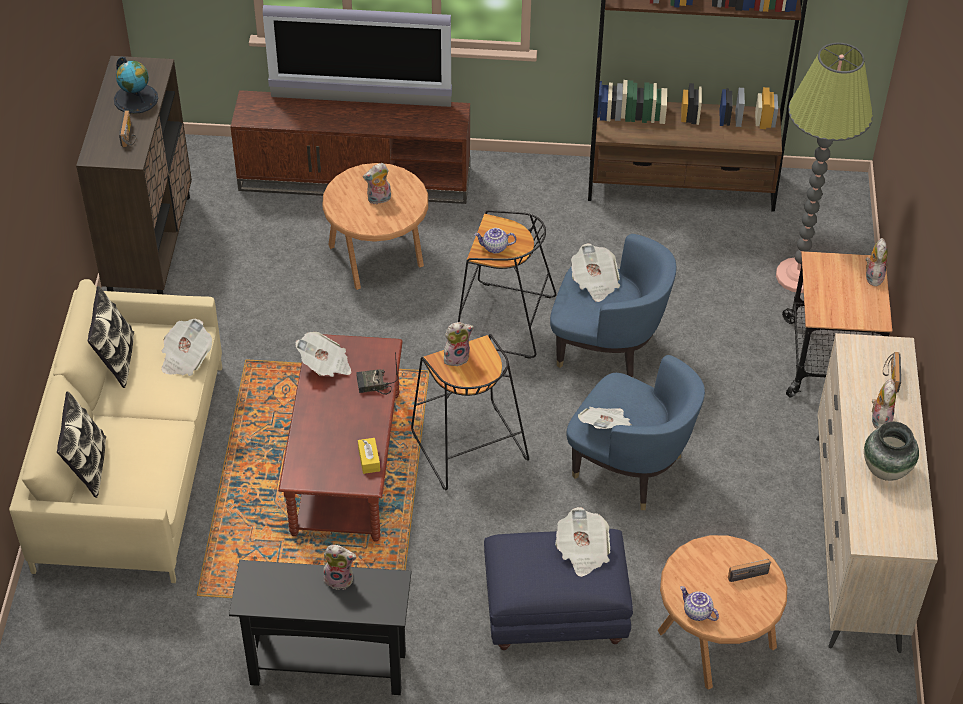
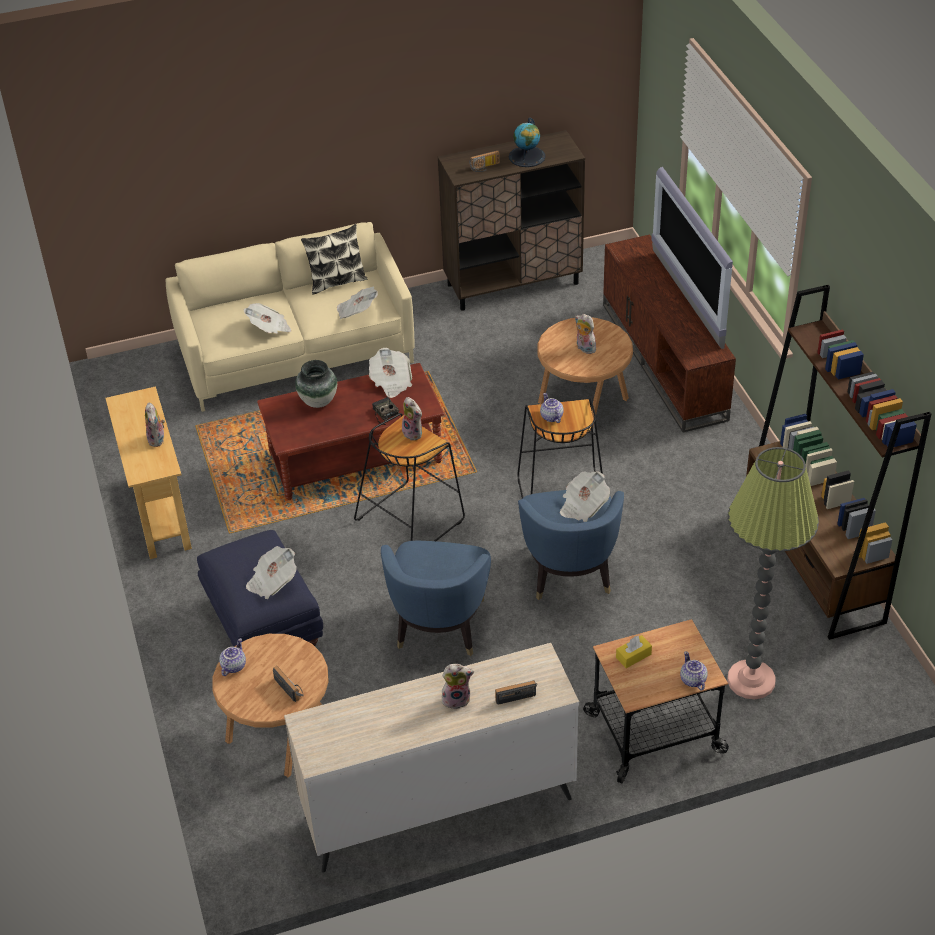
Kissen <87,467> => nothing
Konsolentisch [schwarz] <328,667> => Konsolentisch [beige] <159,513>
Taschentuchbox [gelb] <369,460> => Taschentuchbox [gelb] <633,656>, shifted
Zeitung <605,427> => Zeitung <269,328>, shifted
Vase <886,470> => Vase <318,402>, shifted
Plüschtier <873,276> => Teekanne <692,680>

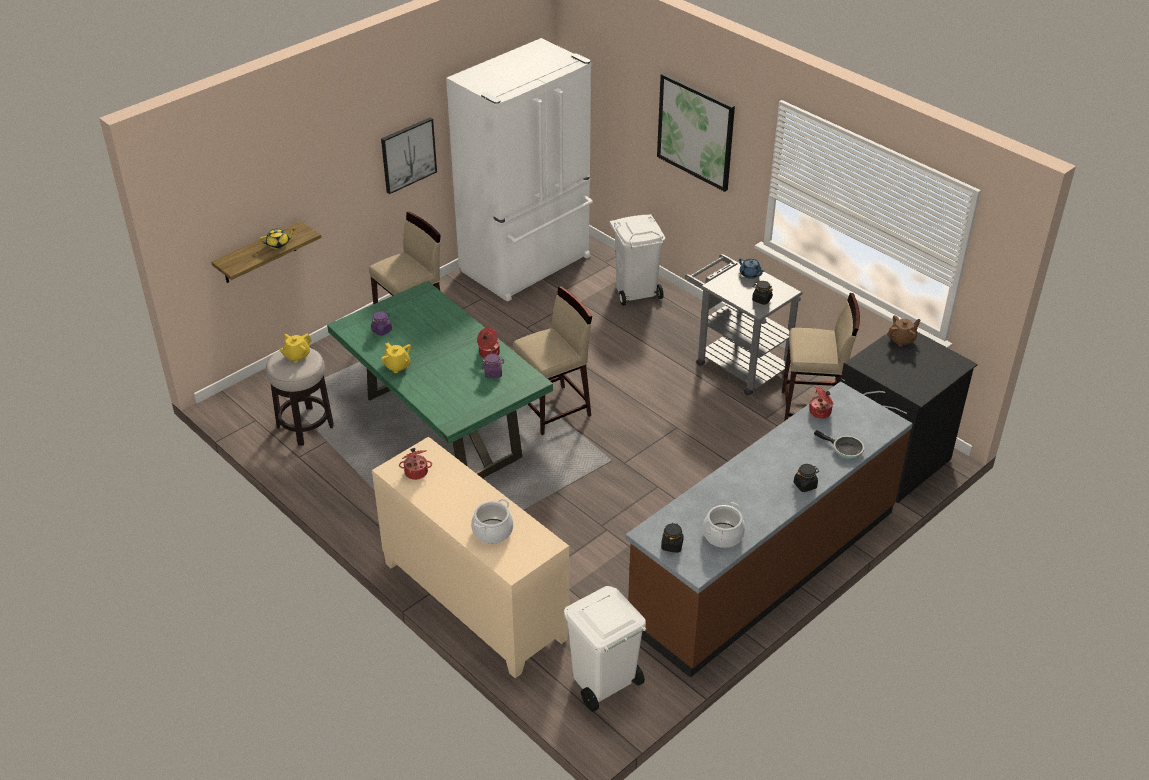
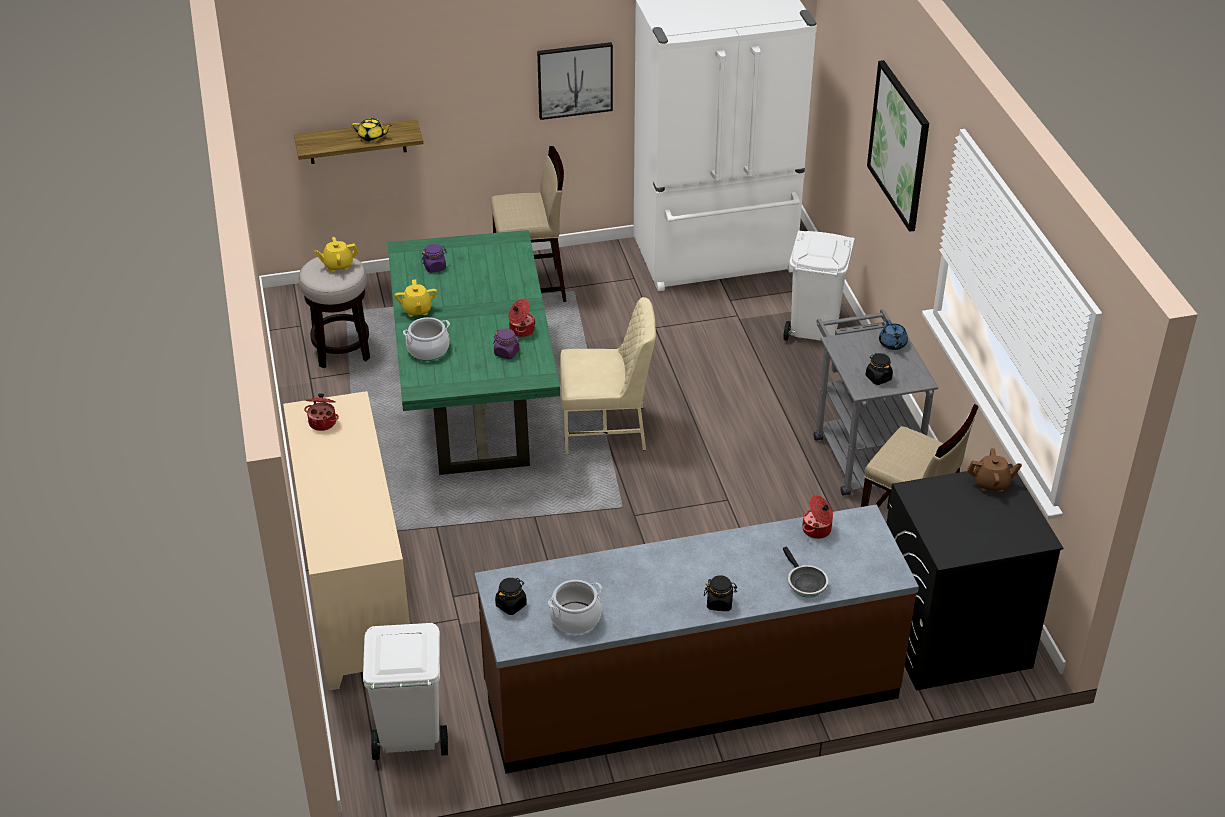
Kochtopf <492,531> => Kochtopf <428,349>, shifted
Hocker [beige] <554,410> => Stuhl [beige] <606,429>

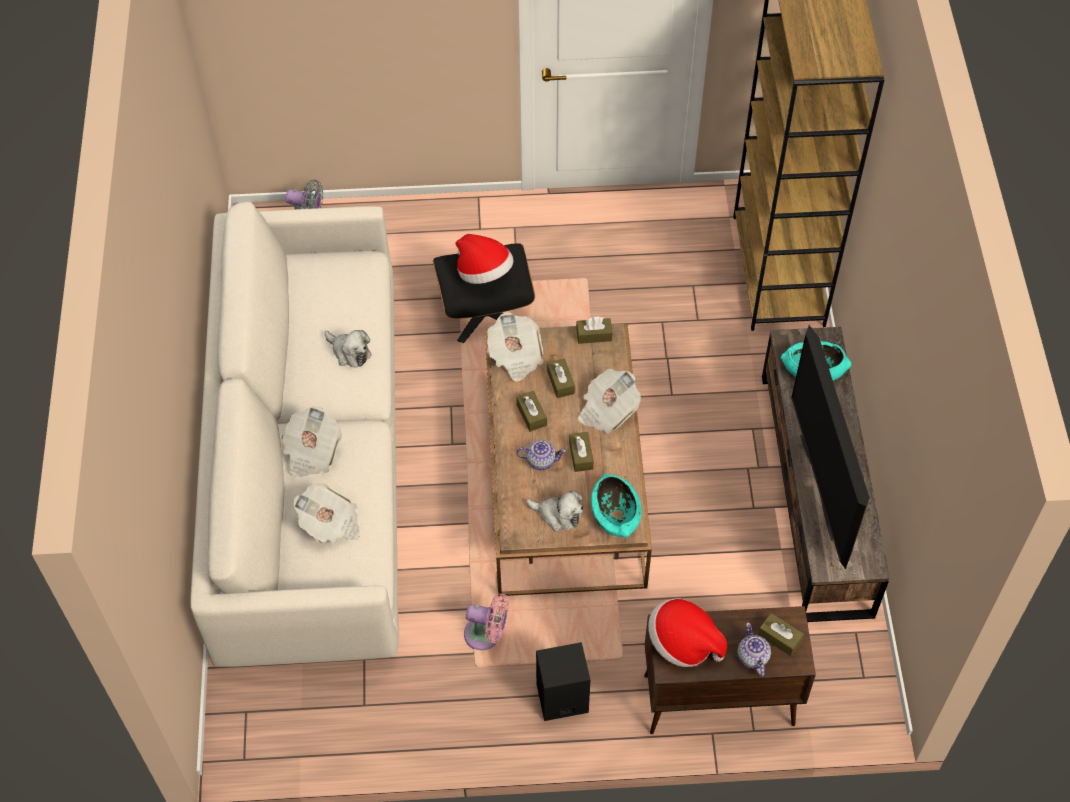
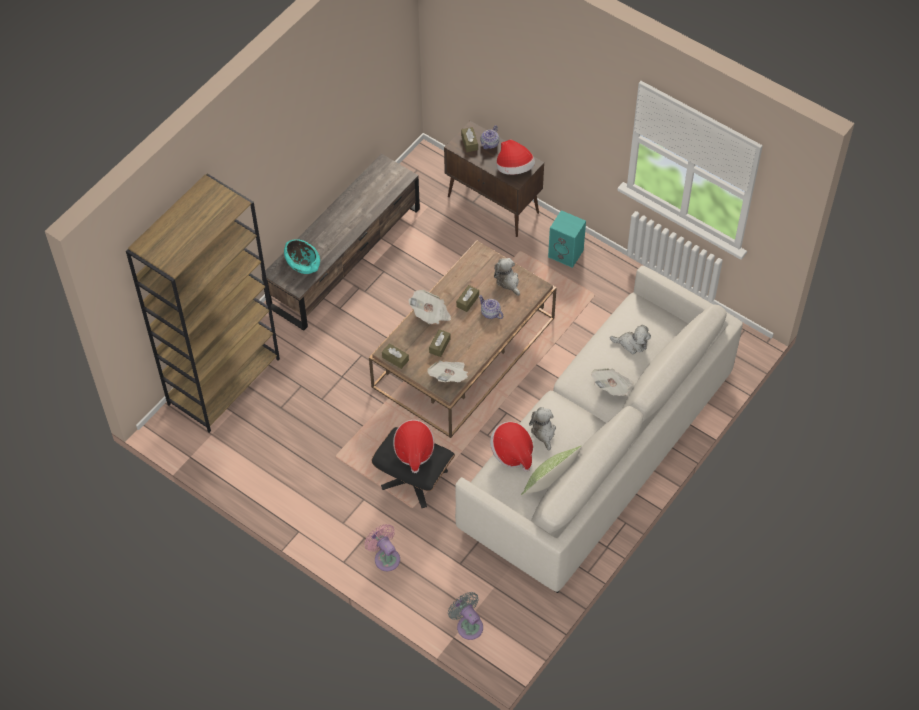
Zeitung <330,524> => Plüschtier <632,343>
Ventilator [rosa] <486,635> => Ventilator [rosa] <385,557>, shifted
Taschentuchbox [braun] <531,415> => nothing
Lautsprecher [schwarz] <561,699> => Lautsprecher [türkis] <566,253>
Schüssel [türkis] <616,514> => nothing
Fernseher <818,486> => nothing
nothing => Hut <512,452>
nothing => Kissen <549,483>

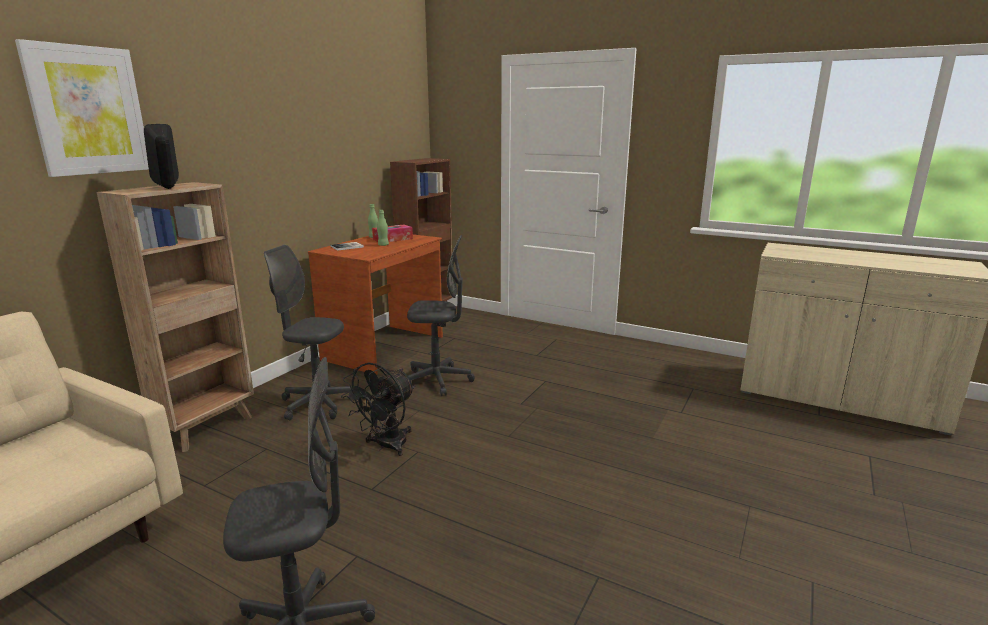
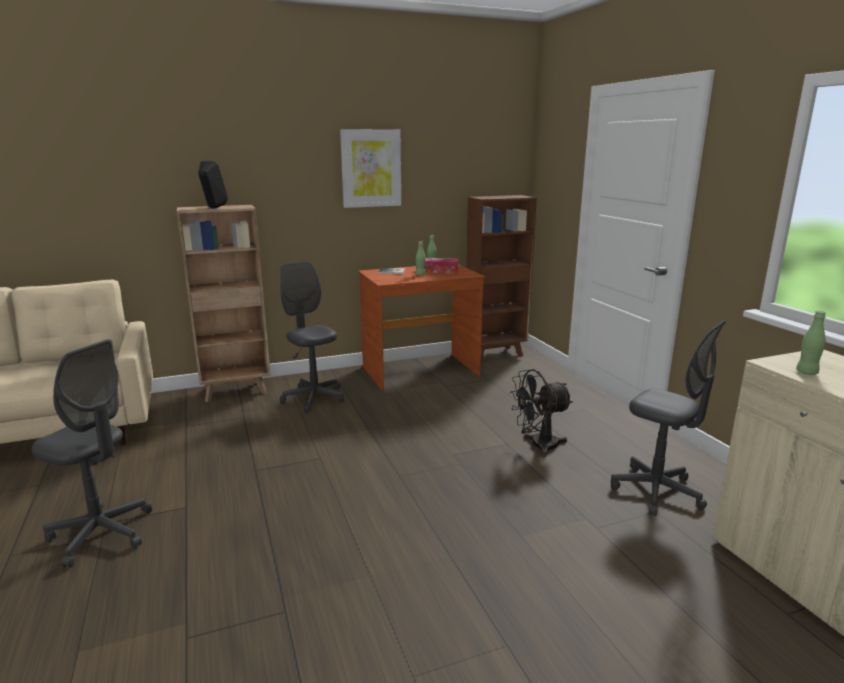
Bild <88,111> => Bild <371,168>, shifted
Ventilator [schwarz] <386,446> => Ventilator [schwarz] <537,446>, shifted
Bürostuhl [grau] <438,380> => Bürostuhl [grau] <656,492>, shifted
nothing => Flasche [grün] <806,372>

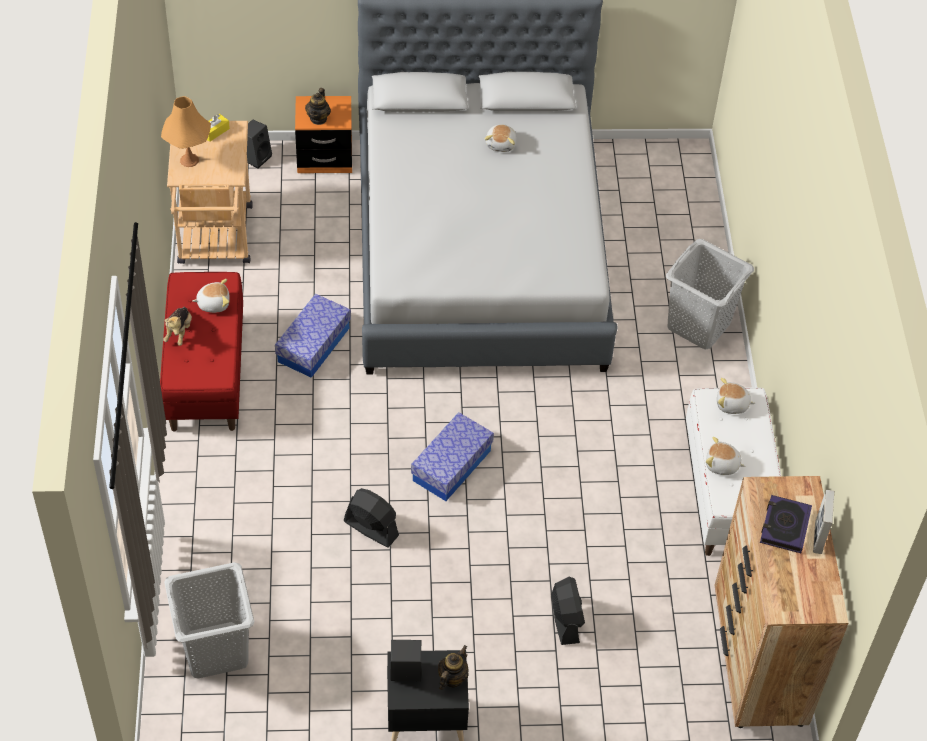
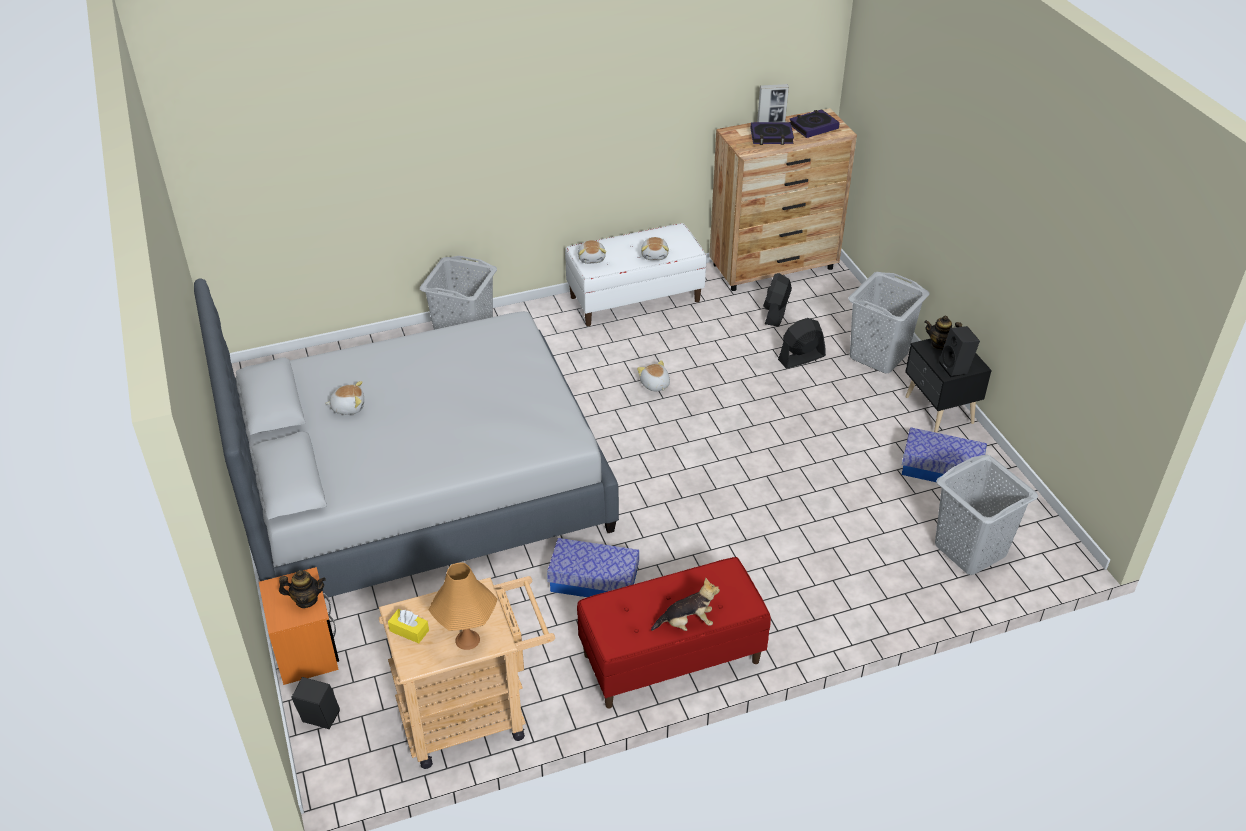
Plüschtier <213,303> => Plüschtier <654,385>, shifted
Ventilator [schwarz] <371,528> => Ventilator [schwarz] <775,313>, shifted
Aufbewahrungsbox <451,466> => Aufbewahrungsbox <940,469>, shifted
nothing => Buch <813,127>
nothing => Wäschekorb [grau] <879,355>

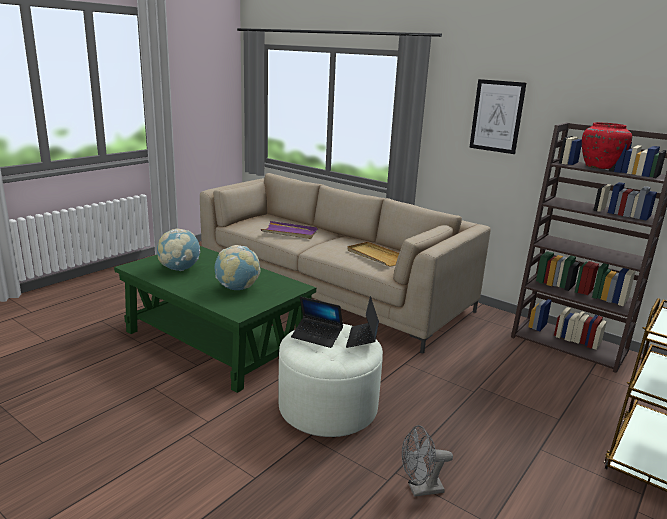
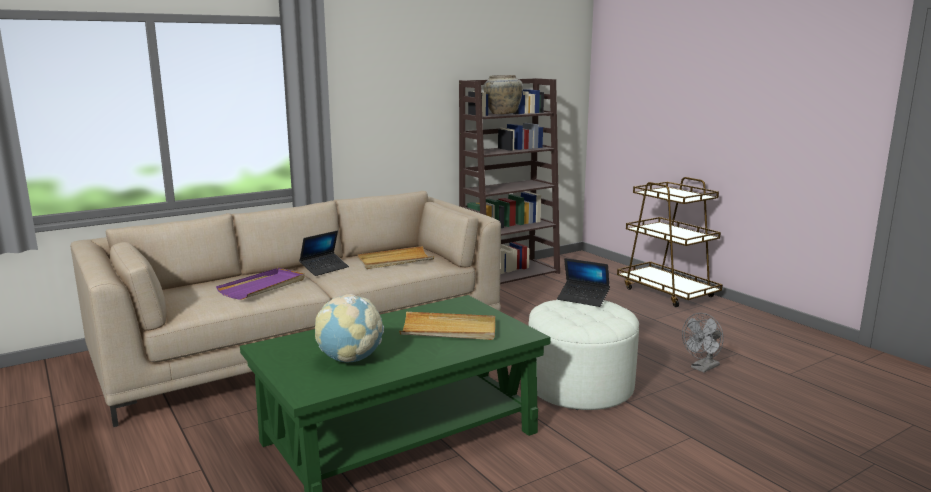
Globus <237,288> => Tablett [beige] <449,330>
Laptop <317,336> => Laptop <324,268>, shifted
Ventilator [grau] <420,489> => Ventilator [grau] <702,368>, 45 degrees clockwise
Bild <497,116> => nothing
Vase [rot] <600,167> => Vase [beige] <502,113>

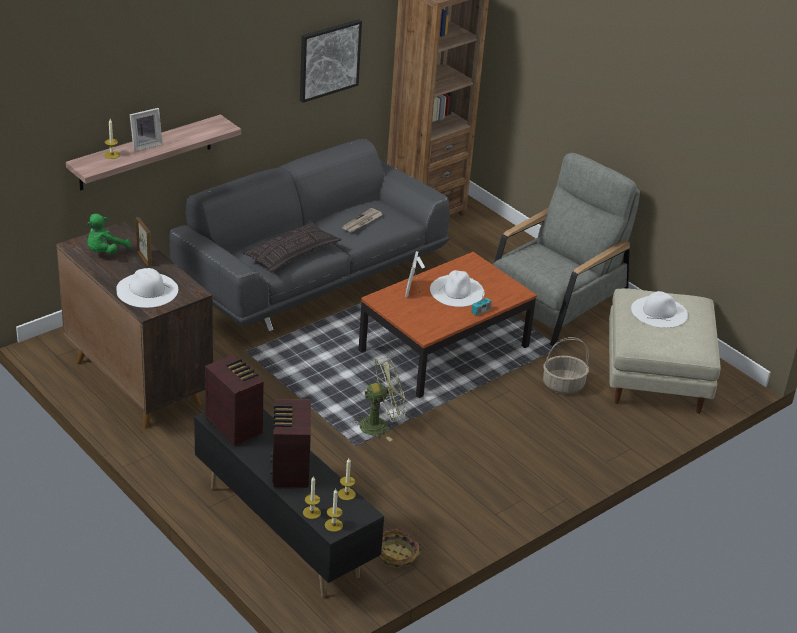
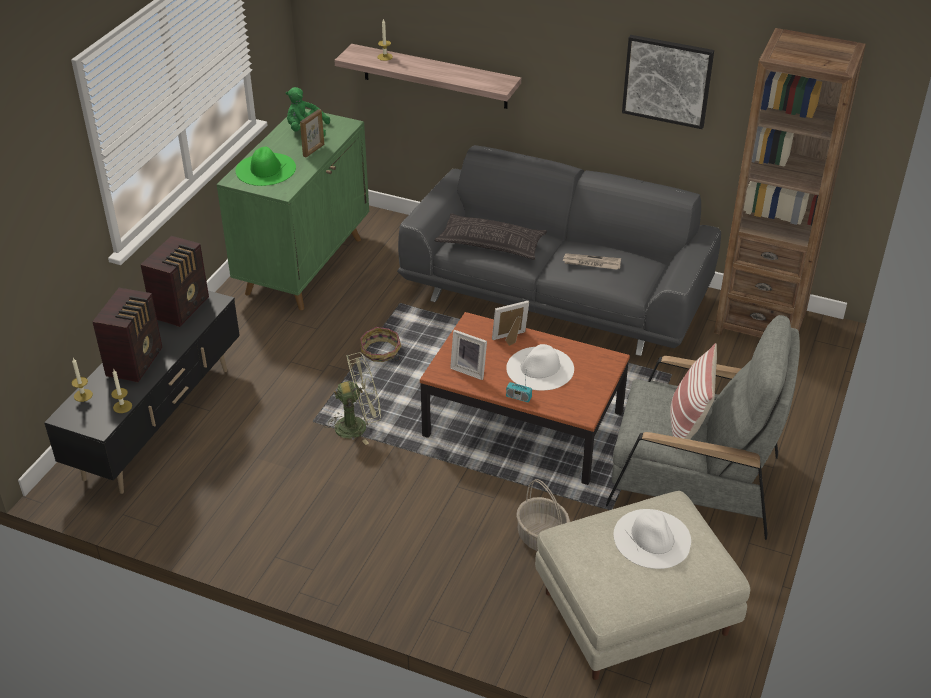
Schrank [braun] <137,382> => Schrank [grün] <305,265>
Hut [weiß] <147,290> => Hut [grün] <265,169>
Bilderrahmen <145,145> => Bilderrahmen <470,370>, shifted
Radio <289,471> => Radio <136,361>, 135 degrees clockwise
Kerze <333,525> => nothing
Ventilator [grün] <380,425> => Ventilator [grün] <358,425>, 60 degrees counterclockwise
Korb <397,555> => Korb <381,352>, shifted
nothing => Kissen <688,423>

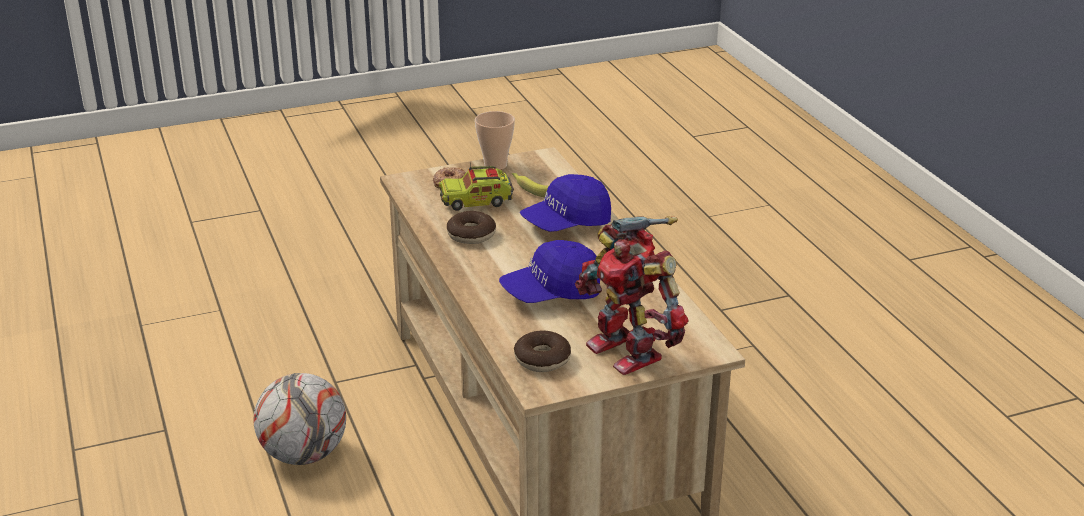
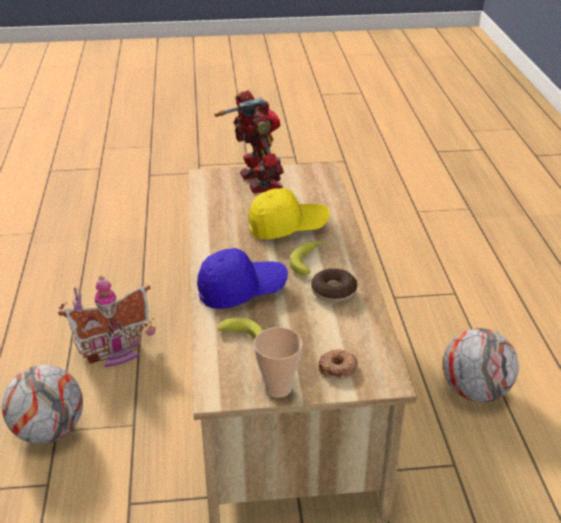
Spielzeuglaster <476,201> => nothing
Kappe [blau] <551,293> => Kappe [gelb] <287,227>
Donut <542,359> => nothing
nothing => Fußball <49,431>
nothing => Spielzeughaus <114,352>
nothing => Banane <309,260>

